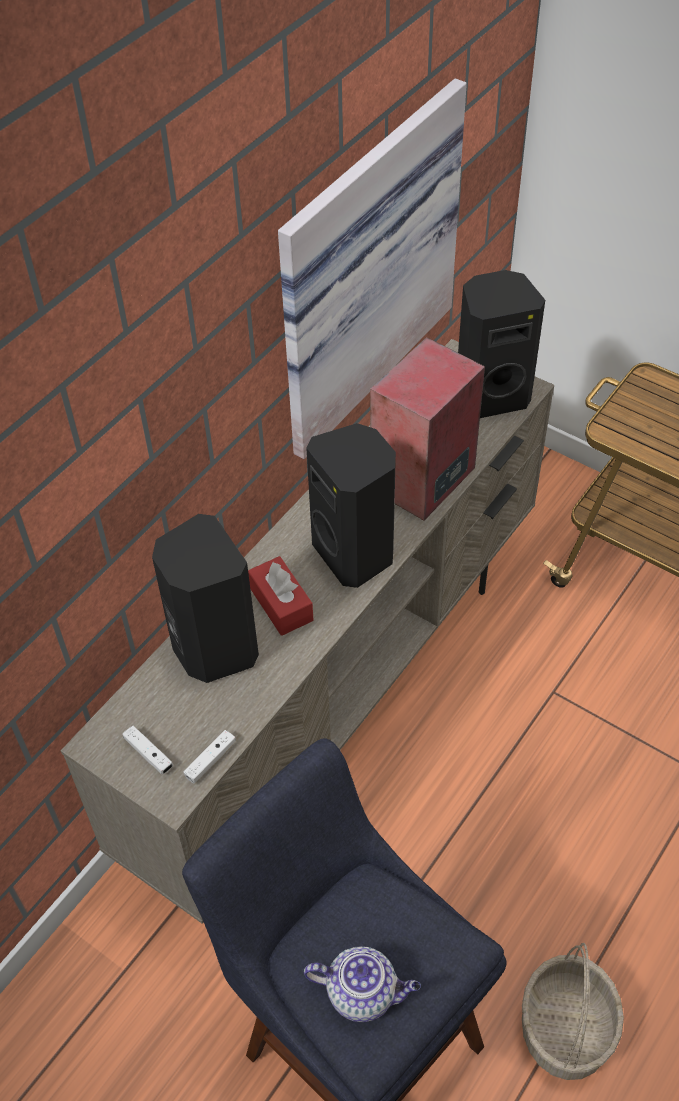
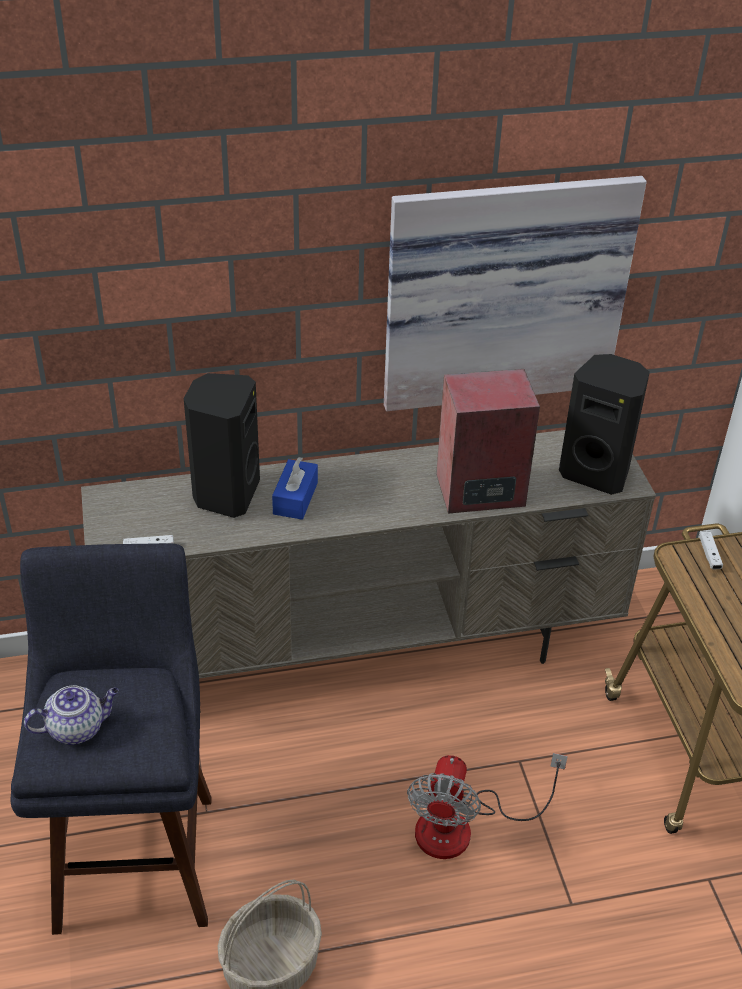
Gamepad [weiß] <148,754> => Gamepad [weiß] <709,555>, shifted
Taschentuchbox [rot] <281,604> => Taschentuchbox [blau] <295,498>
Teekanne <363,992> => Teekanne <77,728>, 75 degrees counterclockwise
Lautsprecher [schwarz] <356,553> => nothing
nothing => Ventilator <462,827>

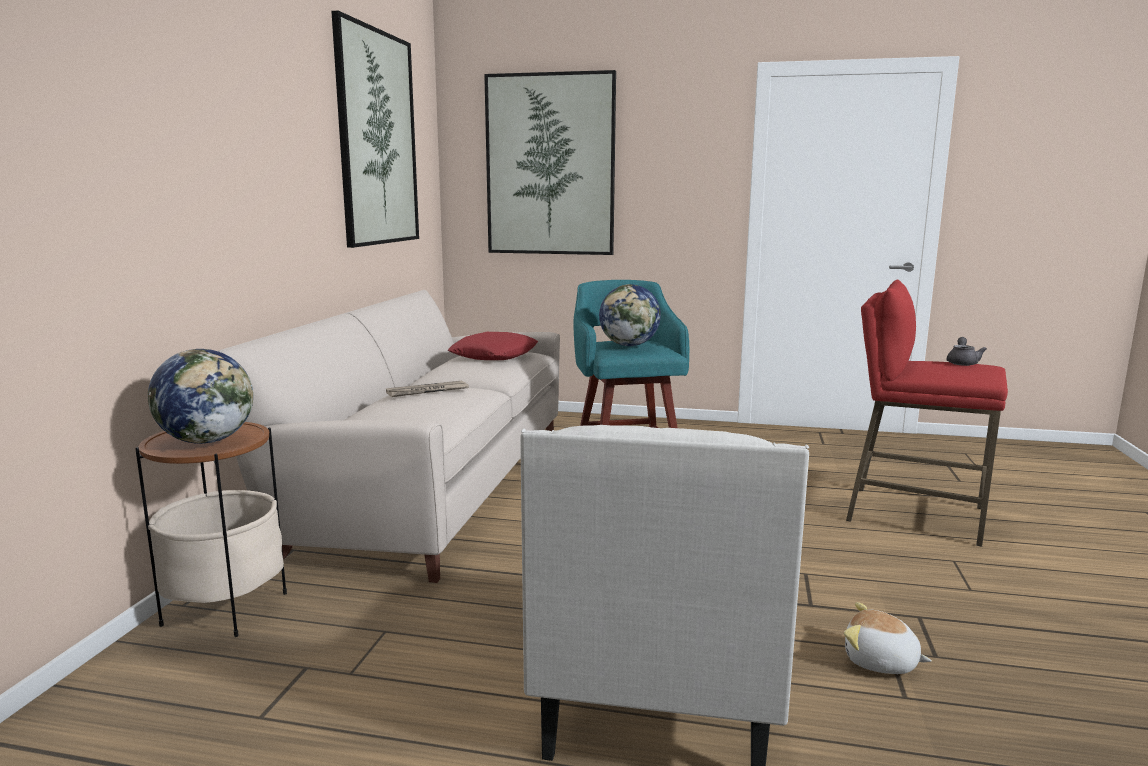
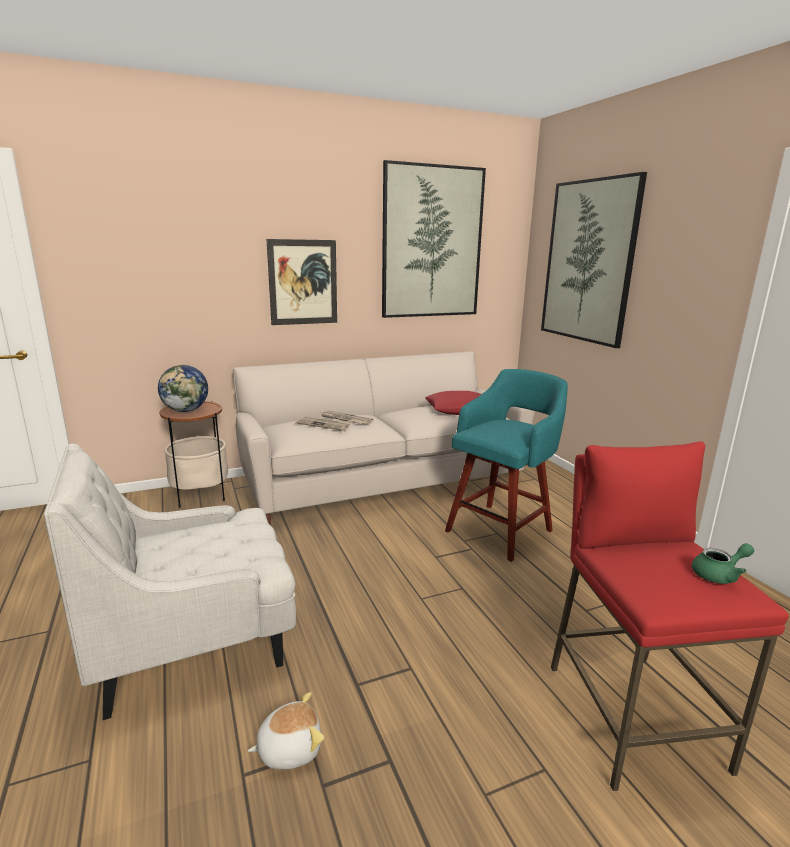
Globus <629,345> => nothing
Plüschtier <880,662> => Plüschtier <289,748>, 75 degrees clockwise
Teekanne [grau] <962,362> => Teekanne [grün] <719,575>
nothing => Bild <303,282>
nothing => Zeitung <324,424>

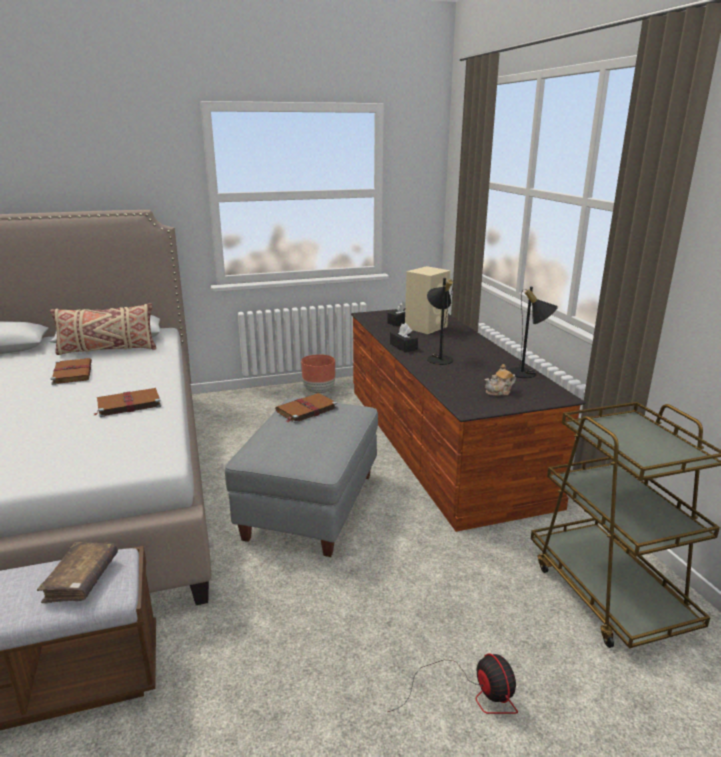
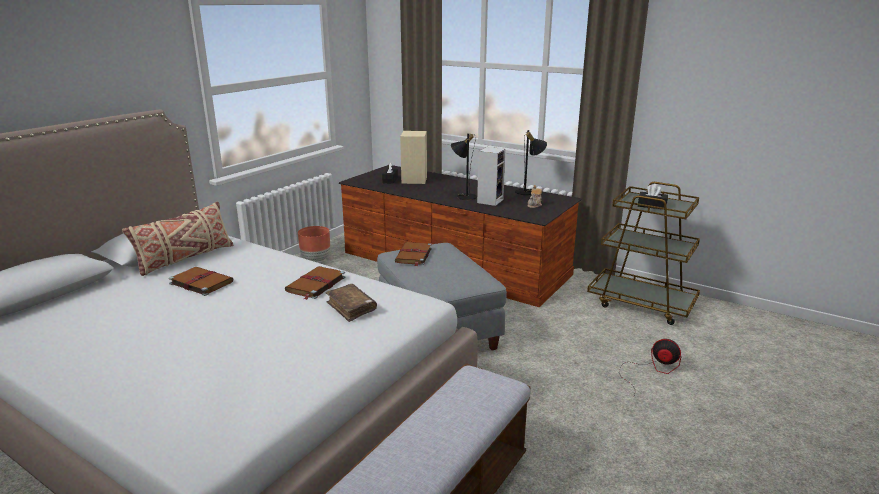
Buch [braun] <81,579> => Buch [braun] <351,308>, shifted
Taschentuchbox [schwarz] <403,346> => Taschentuchbox [schwarz] <652,206>, shifted
nothing => Lautsprecher <490,201>

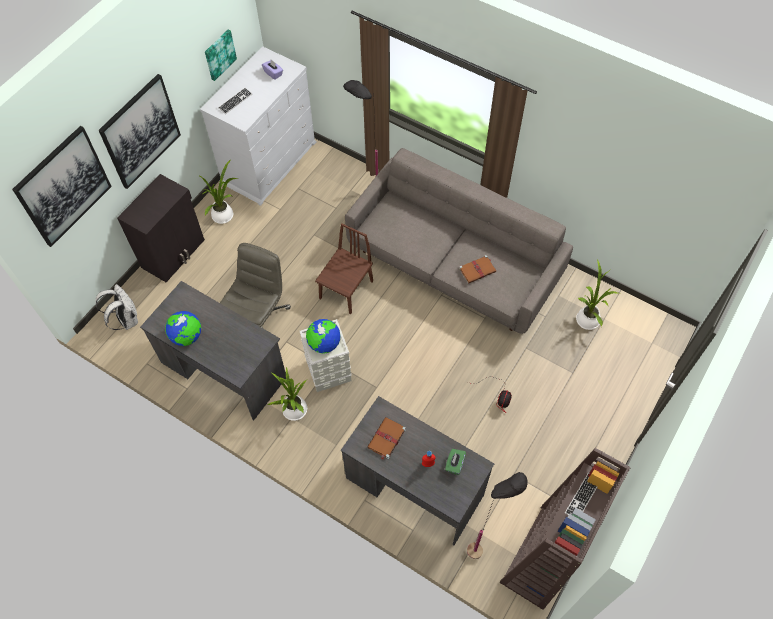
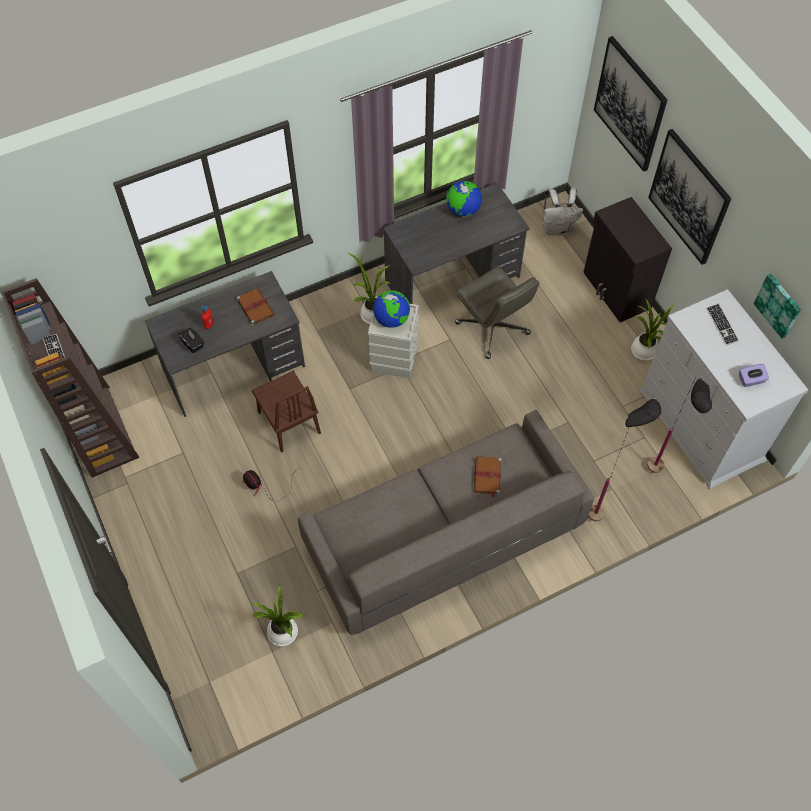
Stuhl [braun] <346,290> => Stuhl [braun] <289,422>, shifted
Taschentuchbox [grün] <454,464> => Taschentuchbox [schwarz] <193,344>
Buch [braun] <478,270> => Buch [braun] <487,477>, shifted
Stehlampe [schwarz] <485,544> => Stehlampe [schwarz] <657,480>, shifted

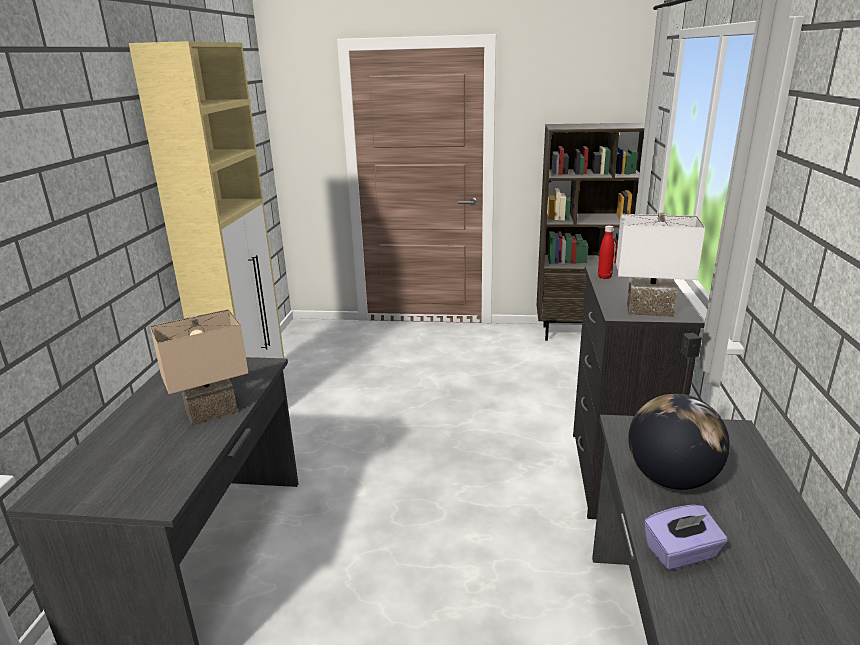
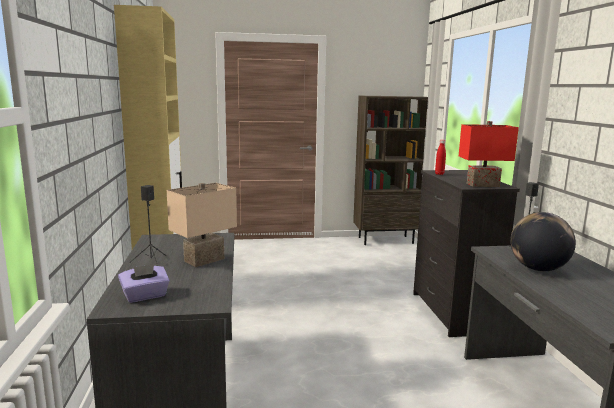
Tischlampe [weiß] <649,311> => Tischlampe [rot] <483,185>
Taschentuchbox [lila] <681,554> => Taschentuchbox [lila] <145,296>, shifted
nothing => Lautsprecher [schwarz] <151,262>

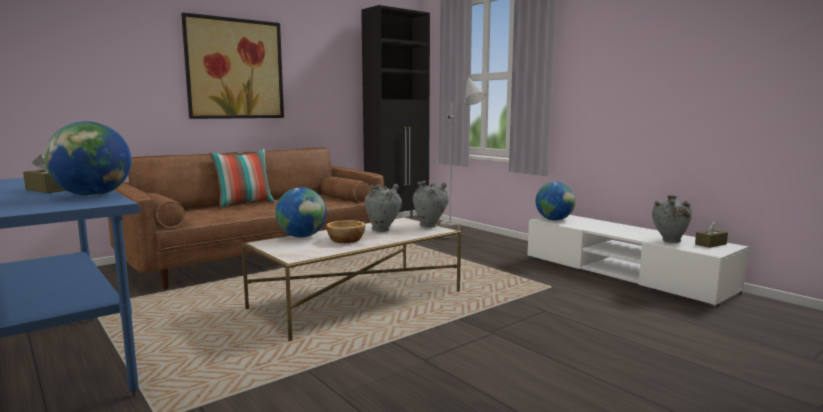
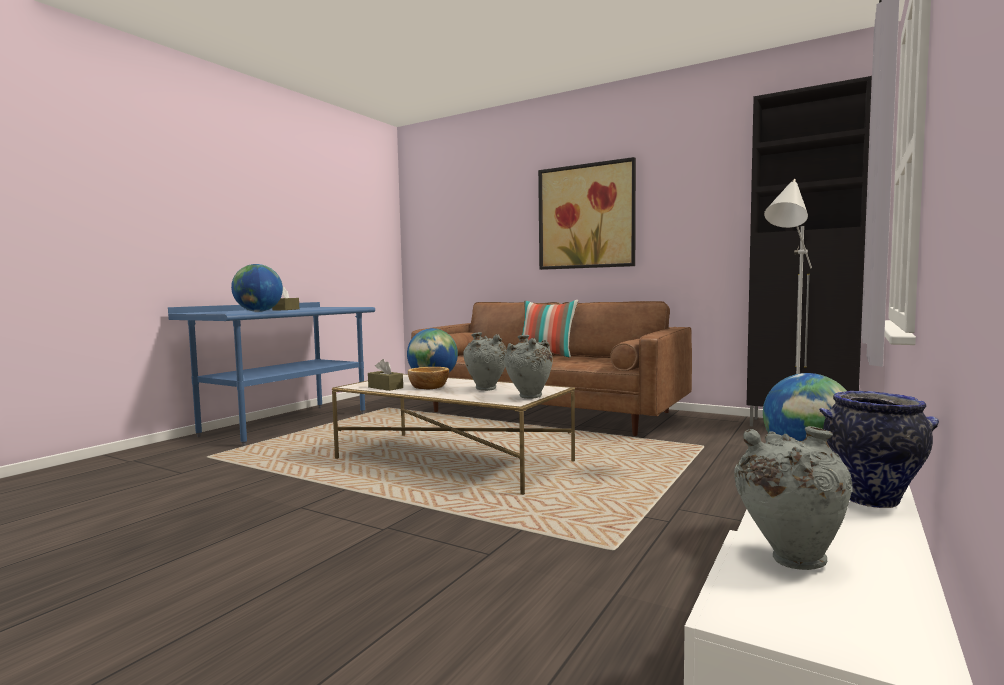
Taschentuchbox [braun] <710,244> => Taschentuchbox [braun] <385,387>, shifted
nothing => Vase <873,500>

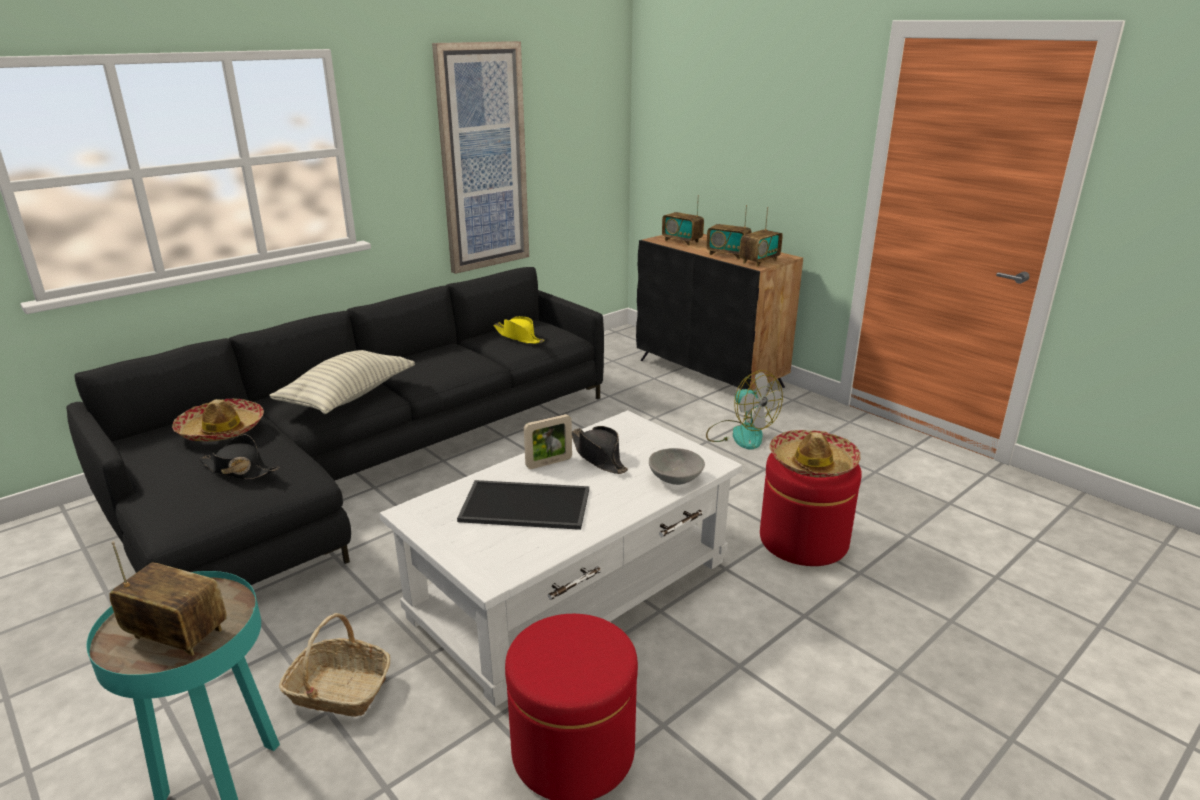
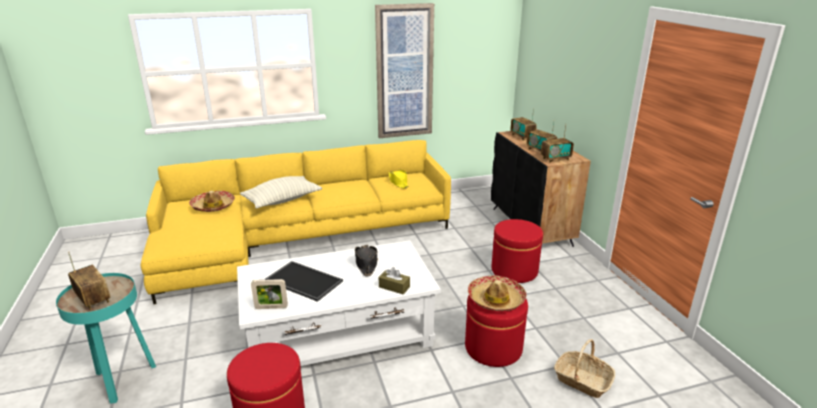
Sofa [schwarz] <367,464> => Sofa [gelb] <294,239>
Hut [schwarz] <239,470> => nothing
Korb <338,690> => Korb <582,380>, shifted
Bilderrahmen <549,463> => Bilderrahmen <271,307>, shifted
Schüssel [grau] <676,478> => Taschentuchbox [braun] <394,287>
Ventilator <740,434> => Polsterhocker [rot] <514,271>

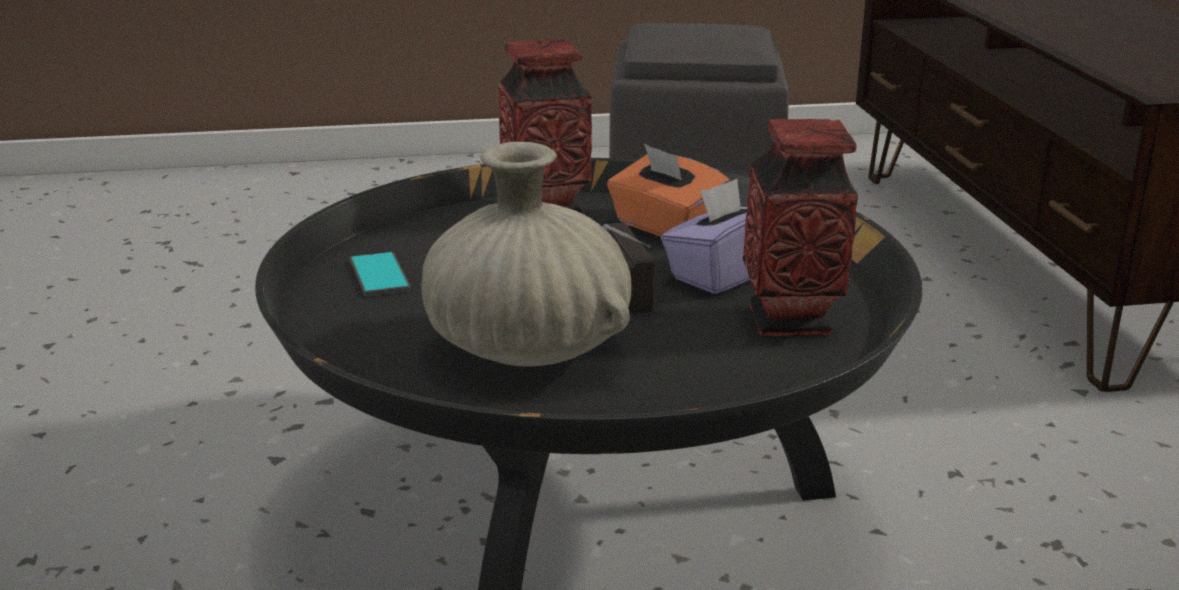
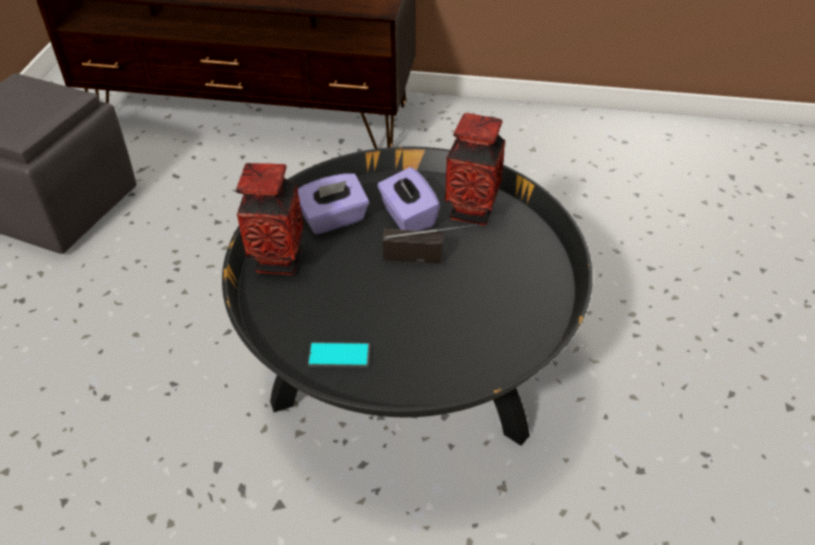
Vase [beige] <526,352> => nothing
Taschentuchbox [orange] <665,228> => Taschentuchbox [lila] <334,219>

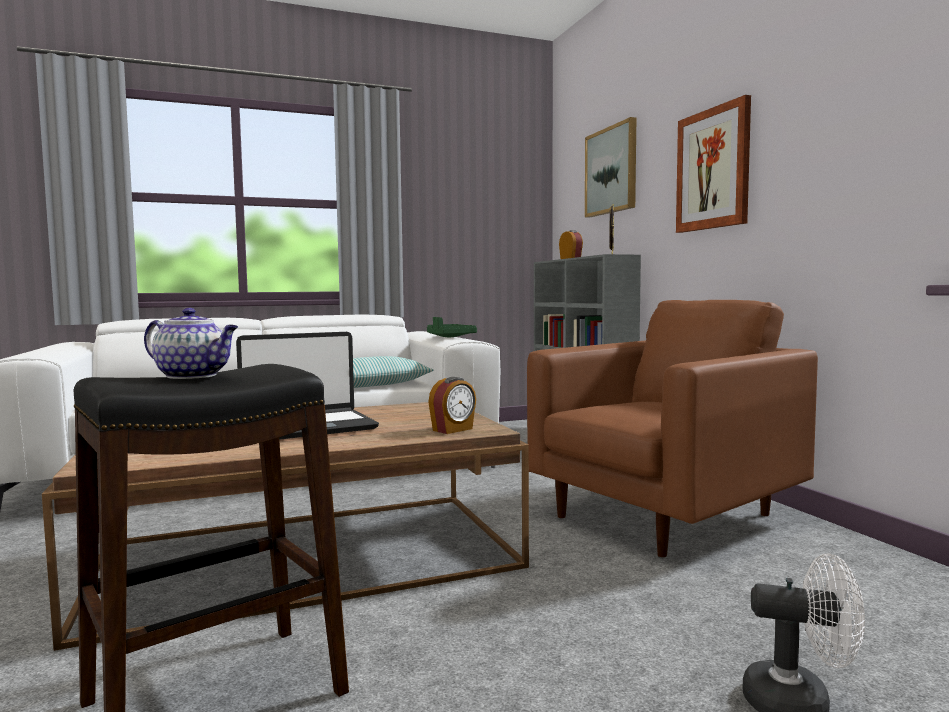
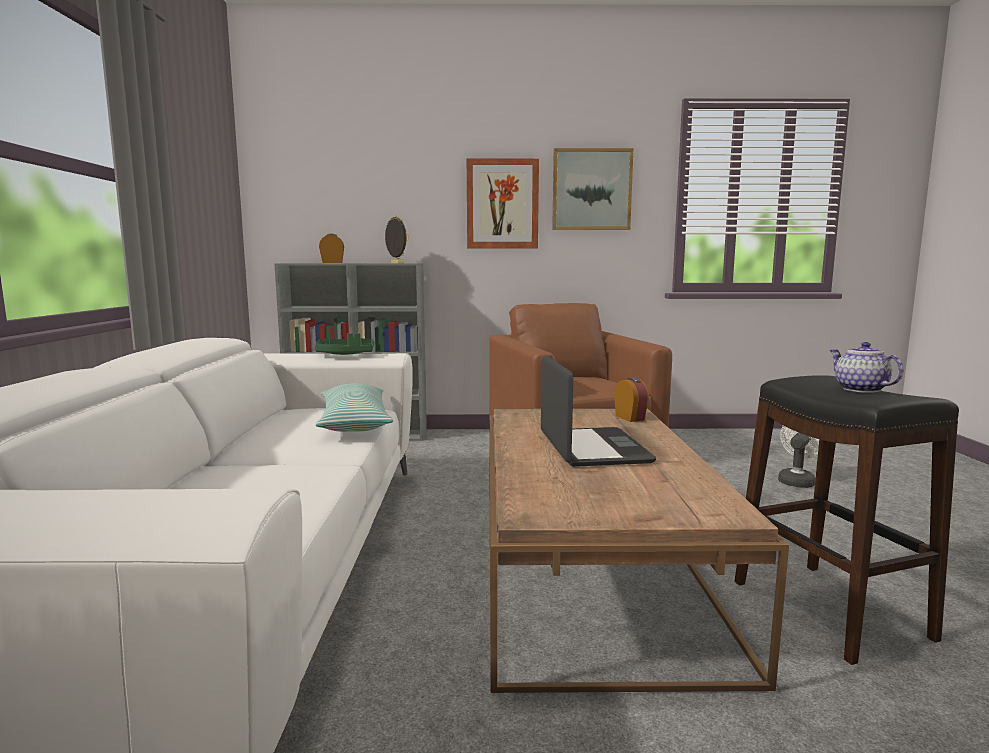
Teekanne <194,376> => Teekanne <859,389>, 60 degrees counterclockwise
Bild <611,170> => Bild <591,190>, shifted

